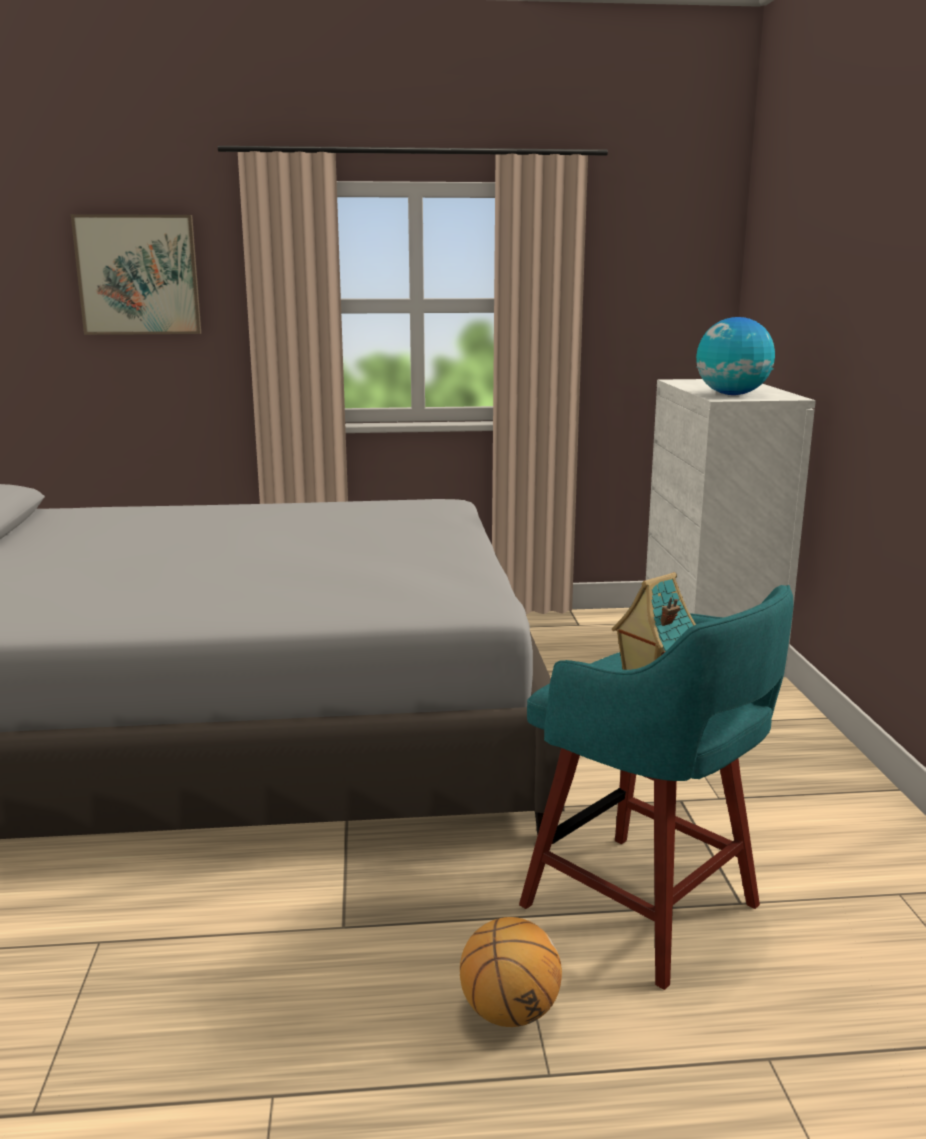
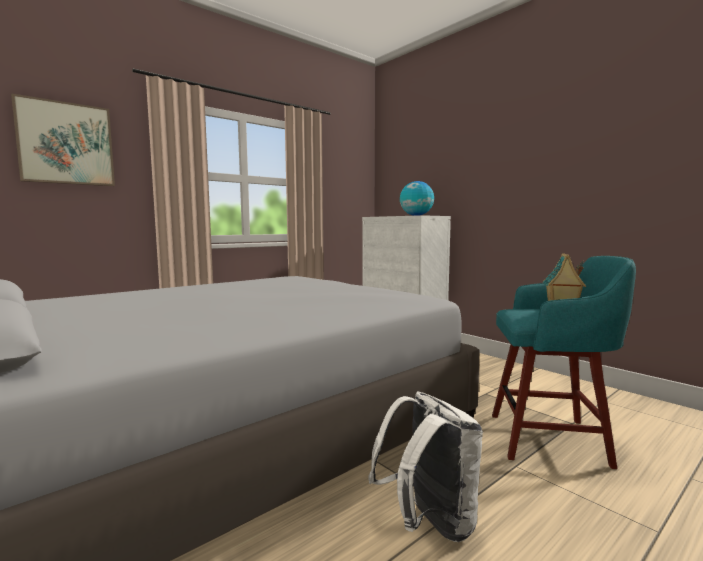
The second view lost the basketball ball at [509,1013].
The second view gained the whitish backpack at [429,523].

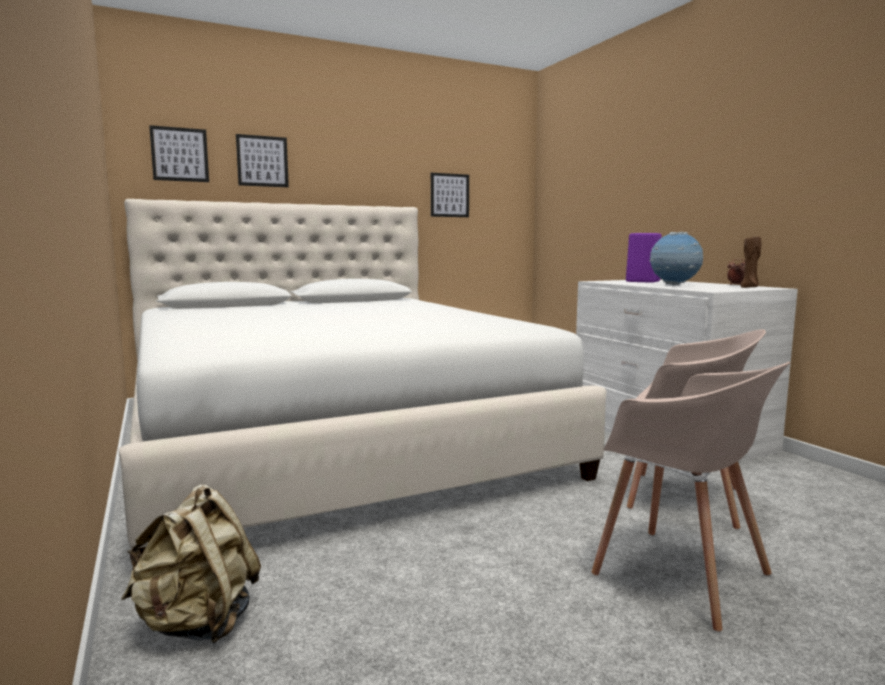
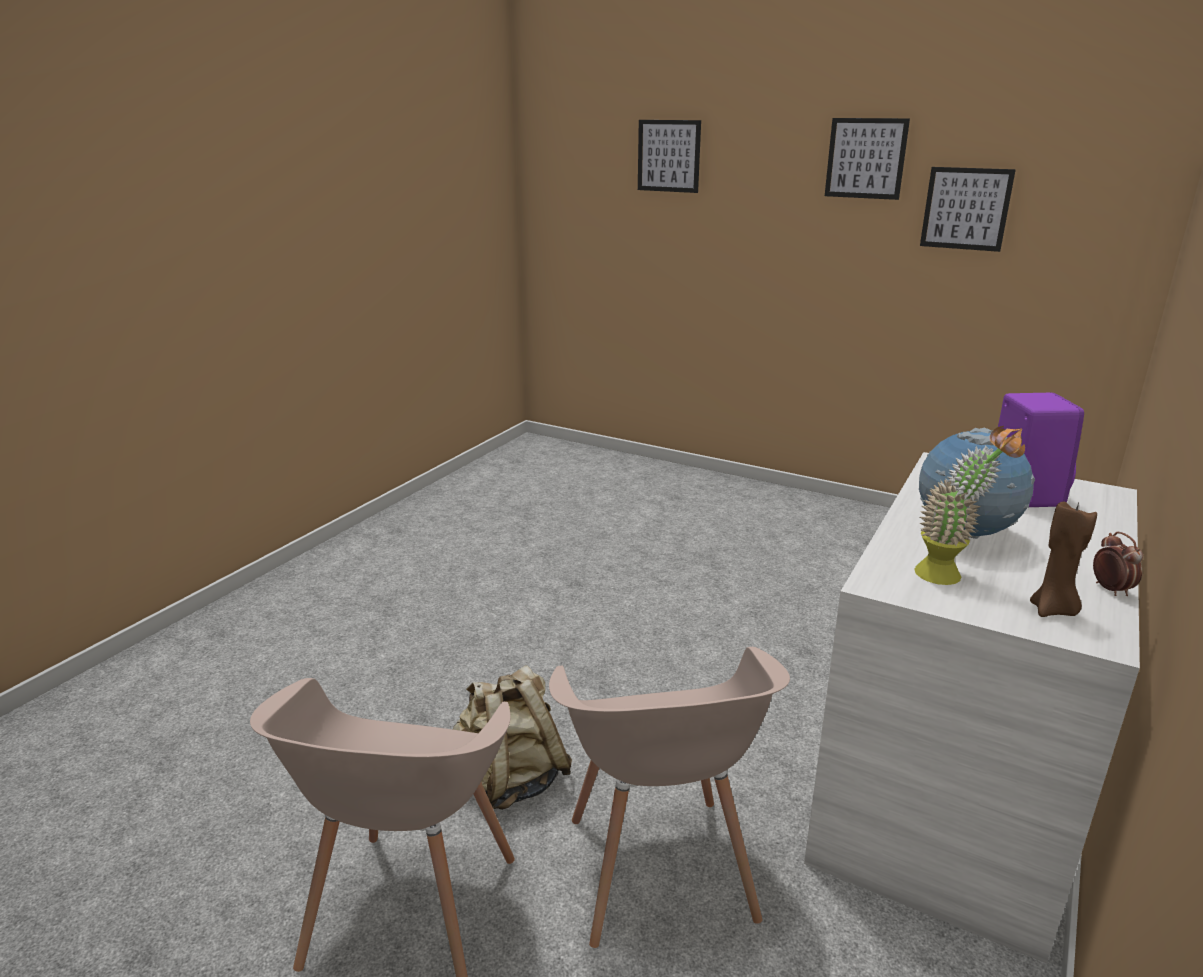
The second view lost the whitish sleeping bed at [332,438].
The beige-coloured backpack ended up elsewhere, having gone from [198,623] to [511,779].
The wall picture ended up elsewhere, having gone from [179,154] to [866,158].
The second view gained the houseplant at [950,575].

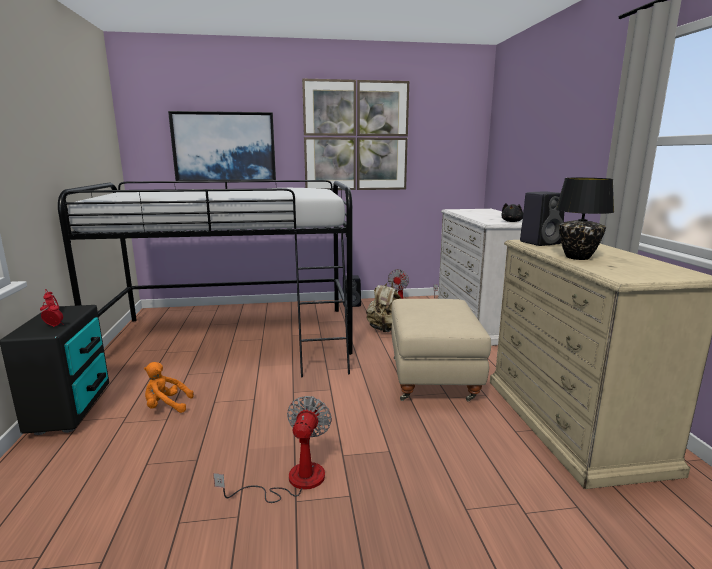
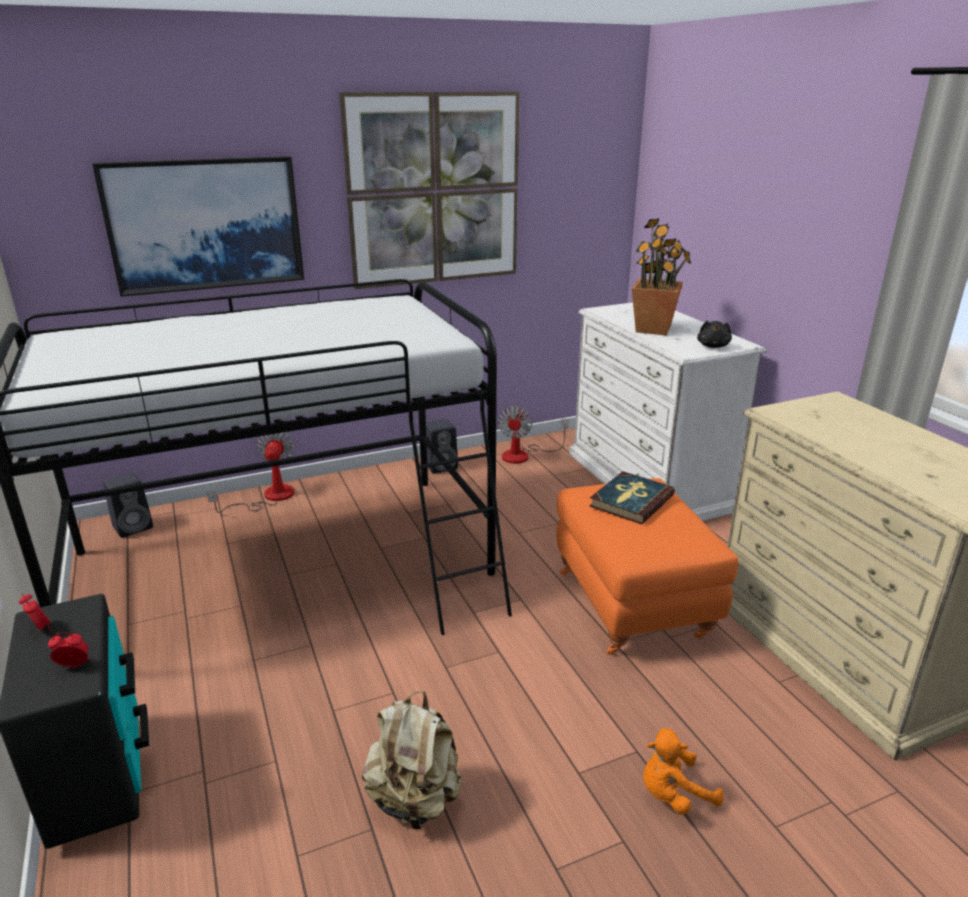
The orangey soft toy ended up elsewhere, having gone from [166,406] to [673,794].
The fan ended up elsewhere, having gone from [293,481] to [268,497].
The beige-coloured backpack ended up elsewhere, having gone from [385,330] to [415,799].
What was the beige-coloured footrest at [434,379] turned into the orangey footrest at [634,604].
The black audio speaker ended up elsewhere, having gone from [540,242] to [134,526].
The second view lost the black table lamp at [576,257].
The second view gained the volume at [631,501].
The second view gained the houseplant at [654,329].

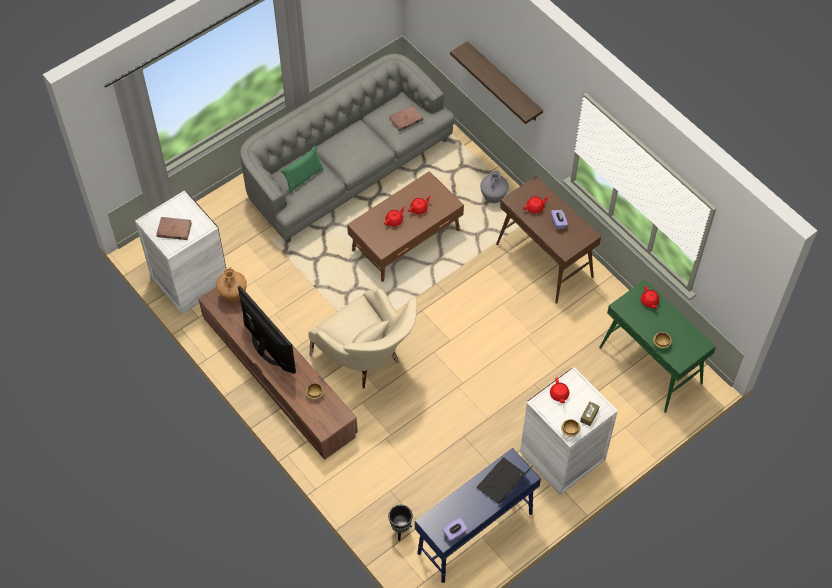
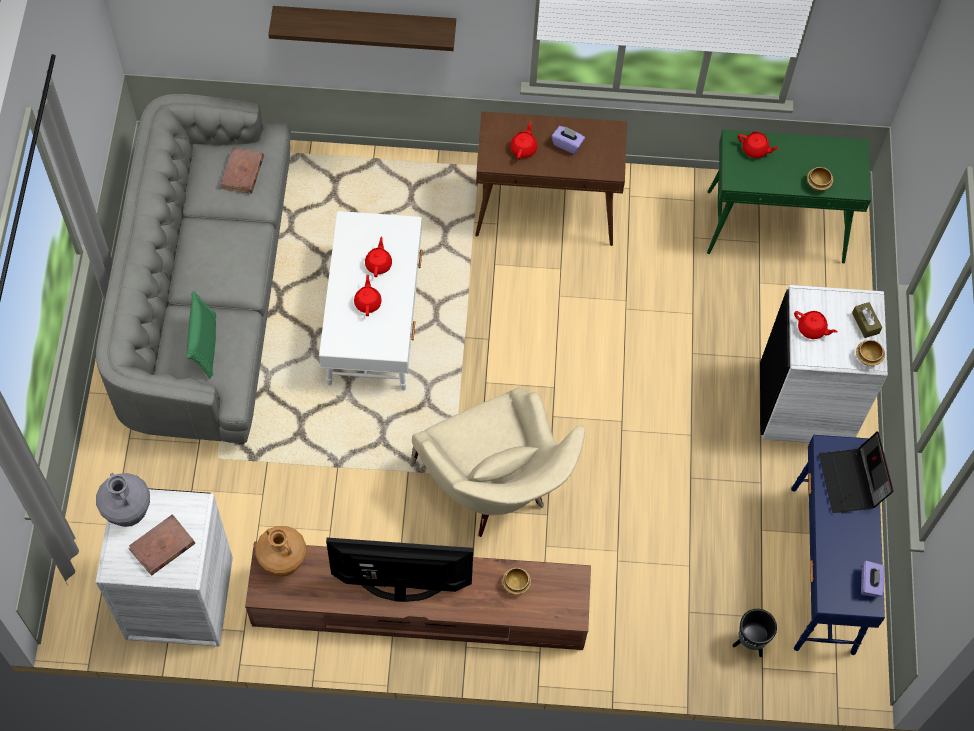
The beige-coloured easy chair at [368,361] ended up facing another way, 60 degrees clockwise from before.
What was the brown low table at [406,239] turned into the whitish low table at [373,318].
The gray vase ended up elsewhere, having gone from [493,197] to [128,512].

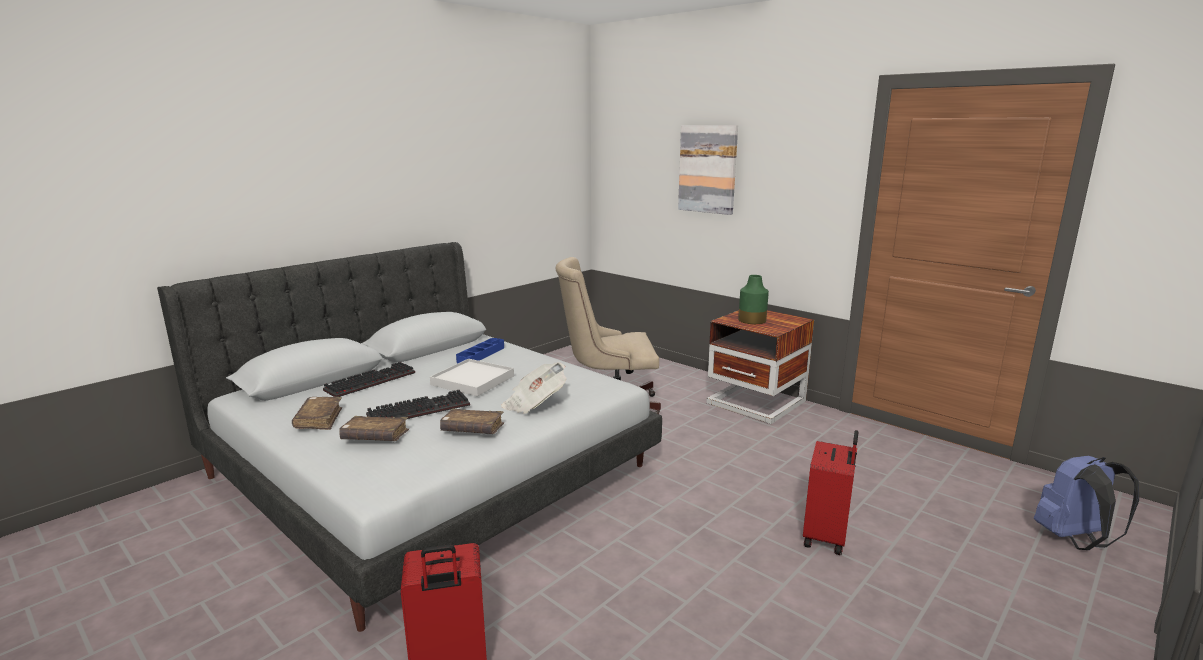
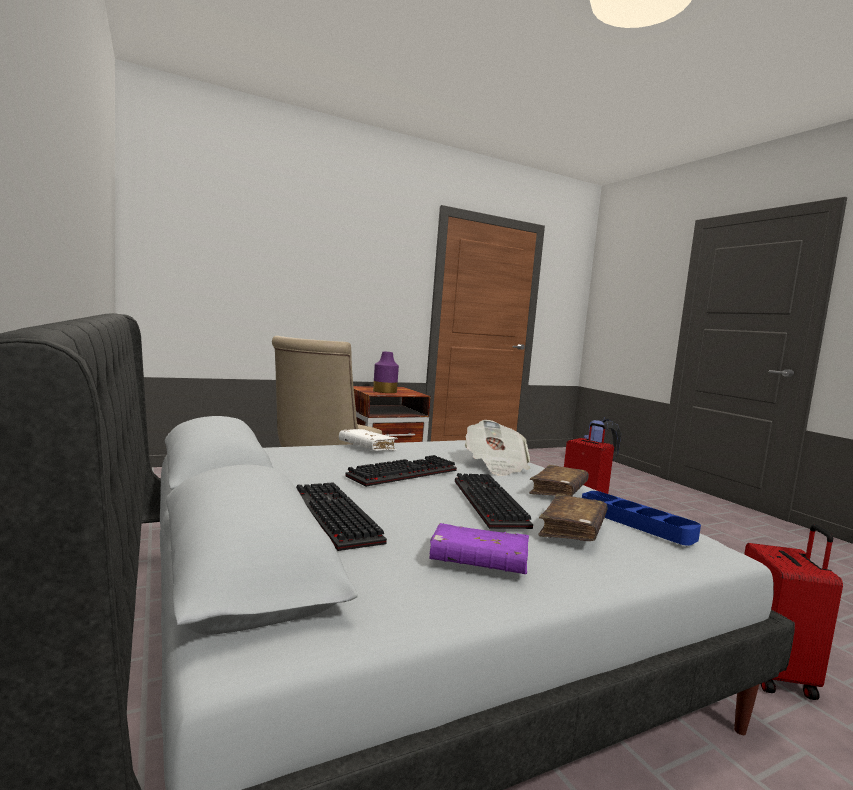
What was the brown volume at [319,420] turned into the purplish volume at [478,562].
Where the whitish tray stood at [473,380], the PC keyboard came to stand at [403,473].
The blue tray ended up elsewhere, having gone from [481,354] to [635,522].
The second view lost the wall picture at [708,169].
What was the greenish vase at [752,320] turned into the purplish vase at [385,391].
The second view gained the whitish volume at [367,447].

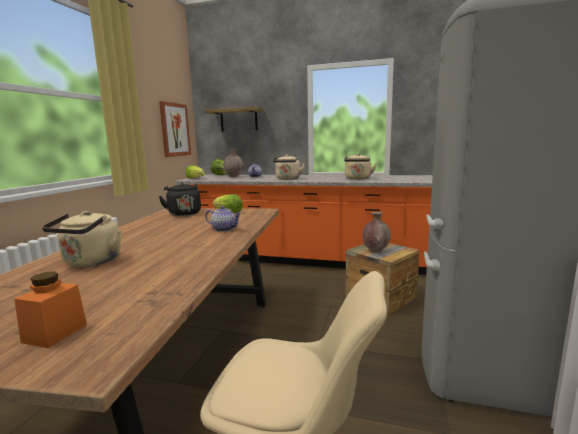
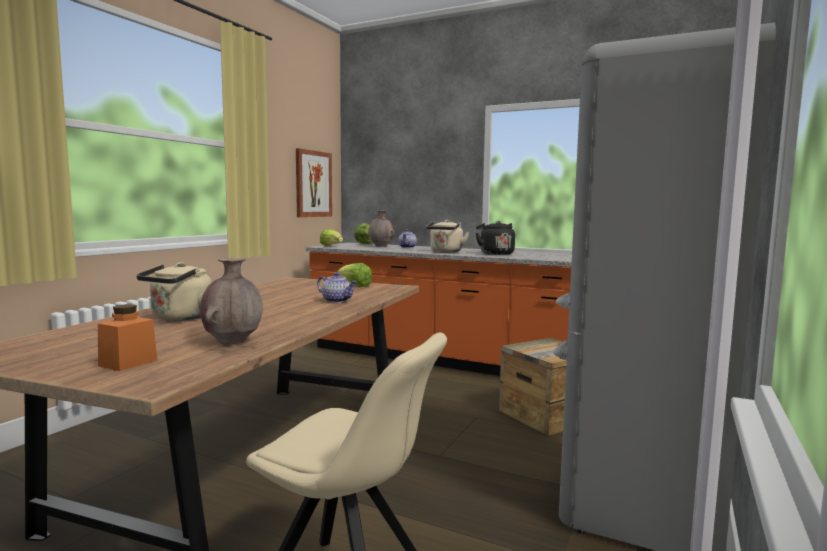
The black kettle ended up elsewhere, having gone from [183,213] to [495,254].
The second view lost the bracket shelf at [239,120].
The second view lost the beige-coloured kettle at [358,179].
The brown vase ended up elsewhere, having gone from [375,251] to [233,342].

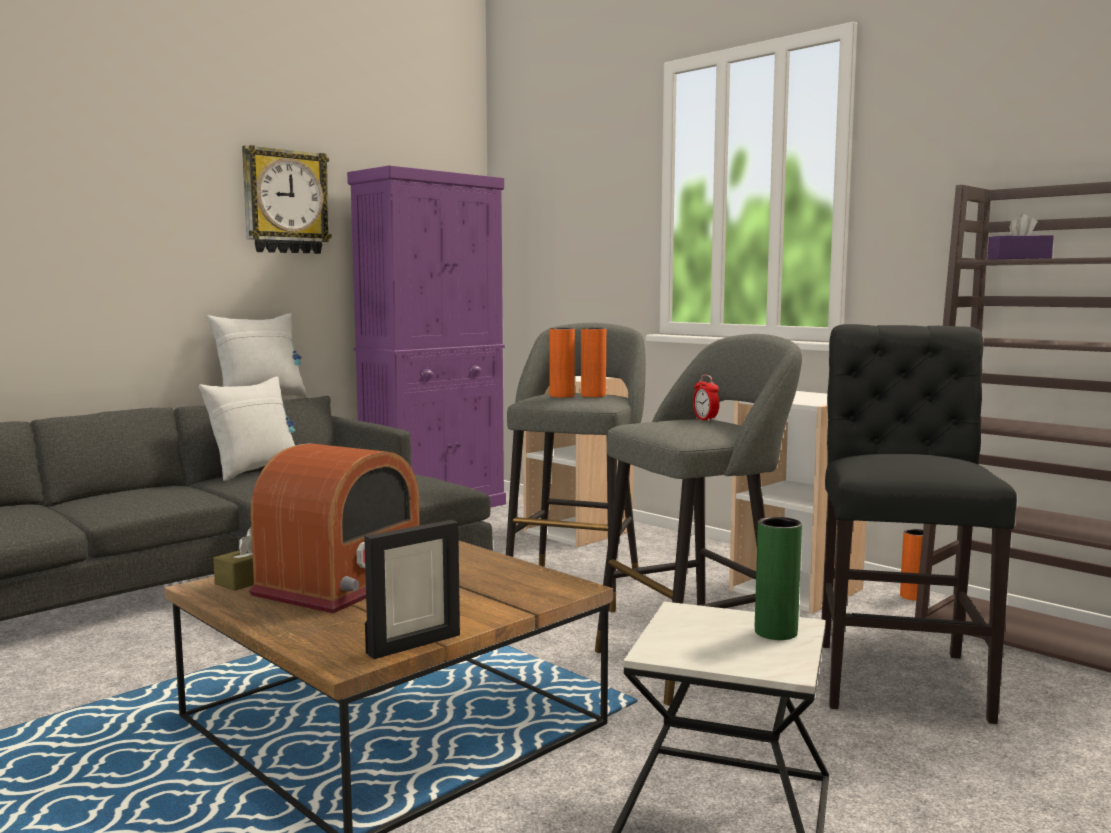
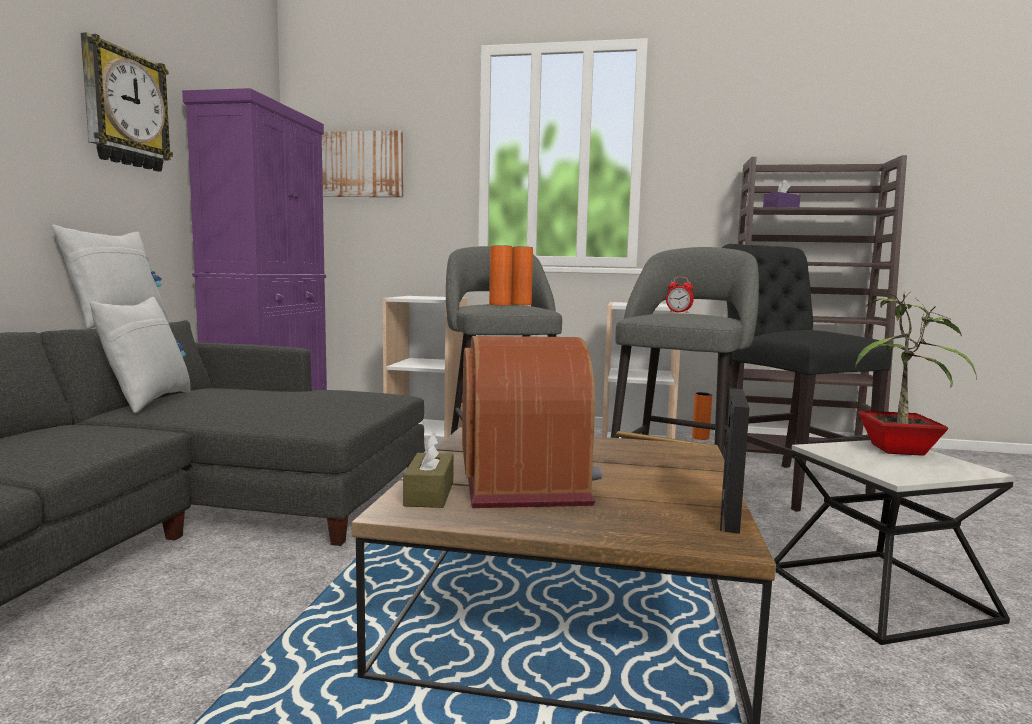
Where the greenish vase stood at [775,632], the houseplant came to stand at [901,450].
The second view gained the wall picture at [358,164].

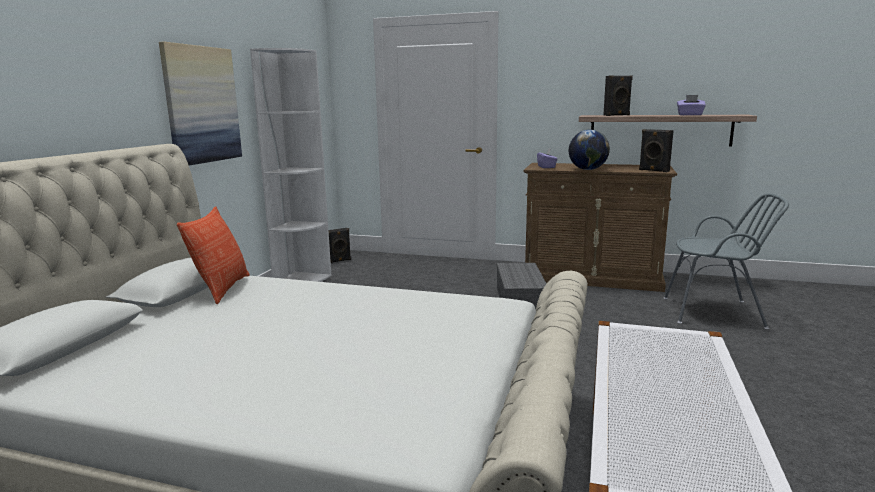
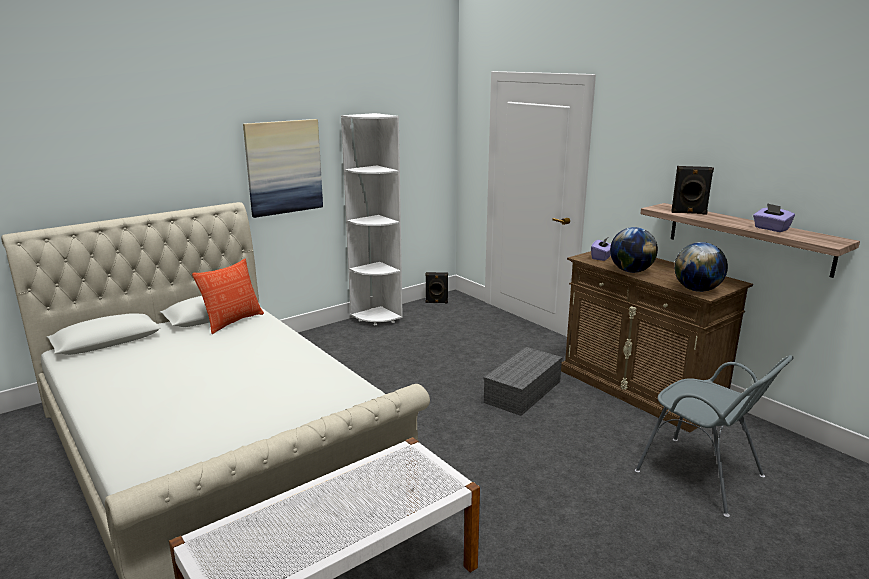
Where the black audio speaker stood at [653,170], the world globe came to stand at [697,290].

